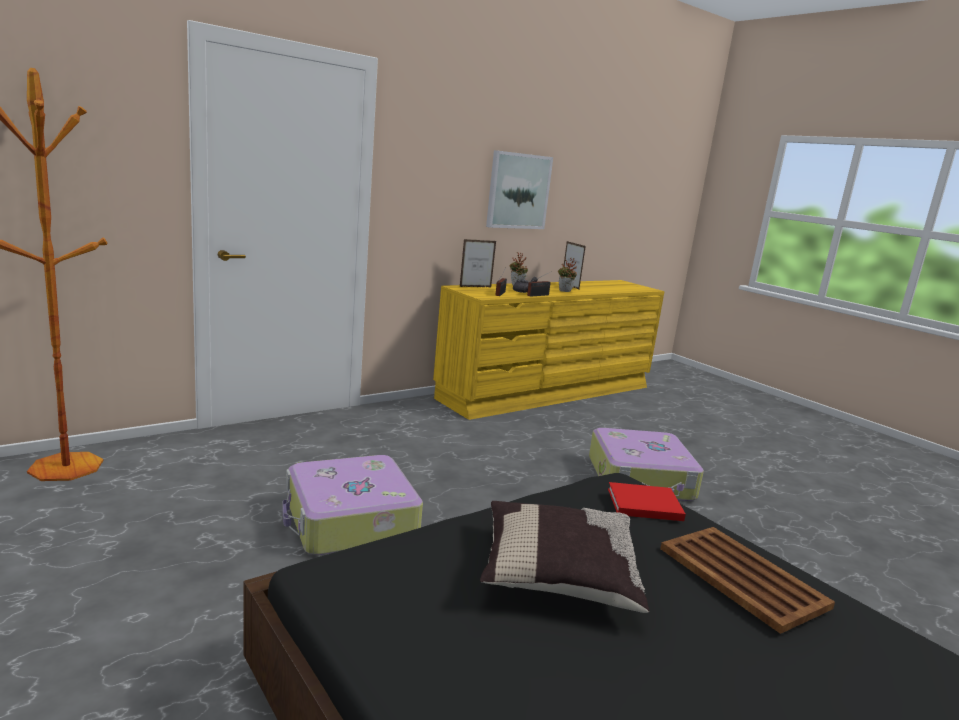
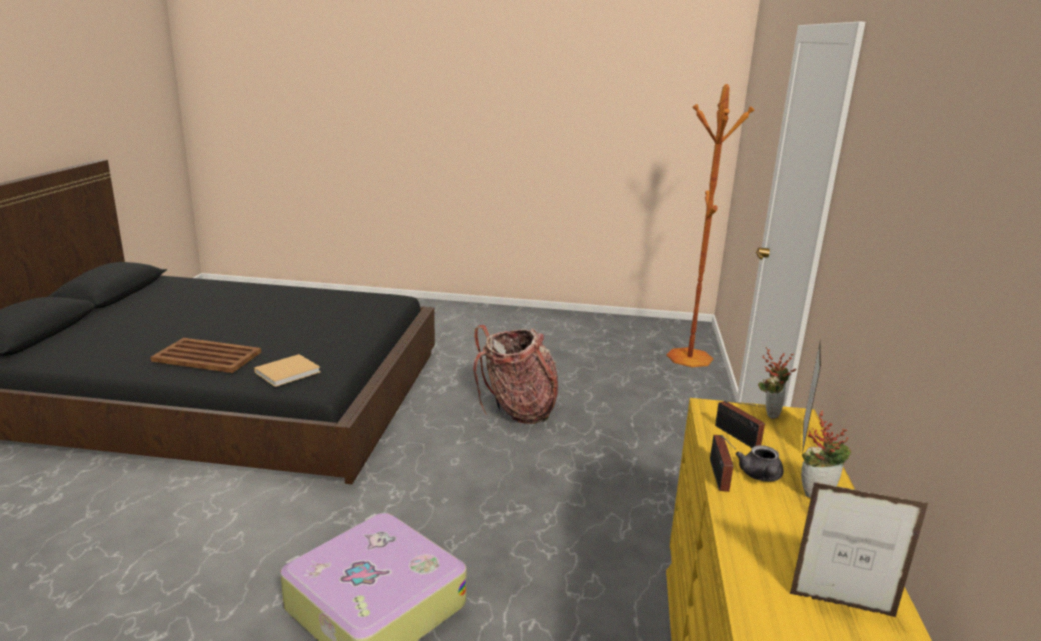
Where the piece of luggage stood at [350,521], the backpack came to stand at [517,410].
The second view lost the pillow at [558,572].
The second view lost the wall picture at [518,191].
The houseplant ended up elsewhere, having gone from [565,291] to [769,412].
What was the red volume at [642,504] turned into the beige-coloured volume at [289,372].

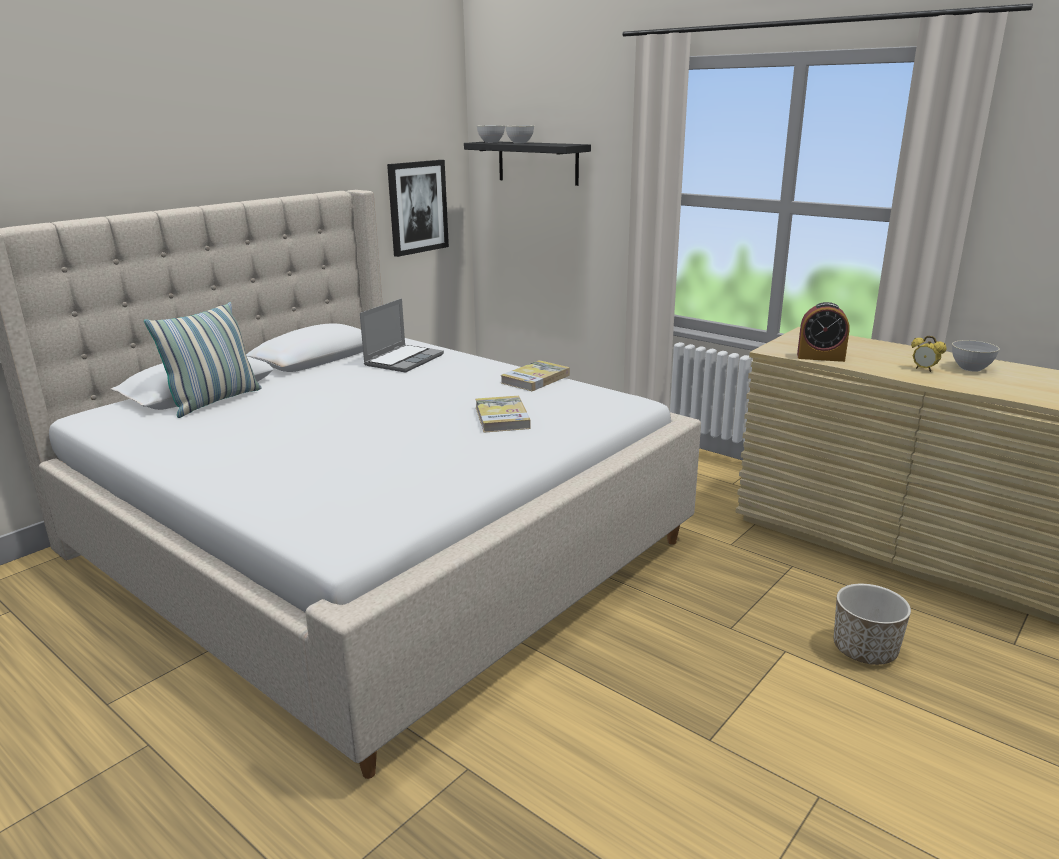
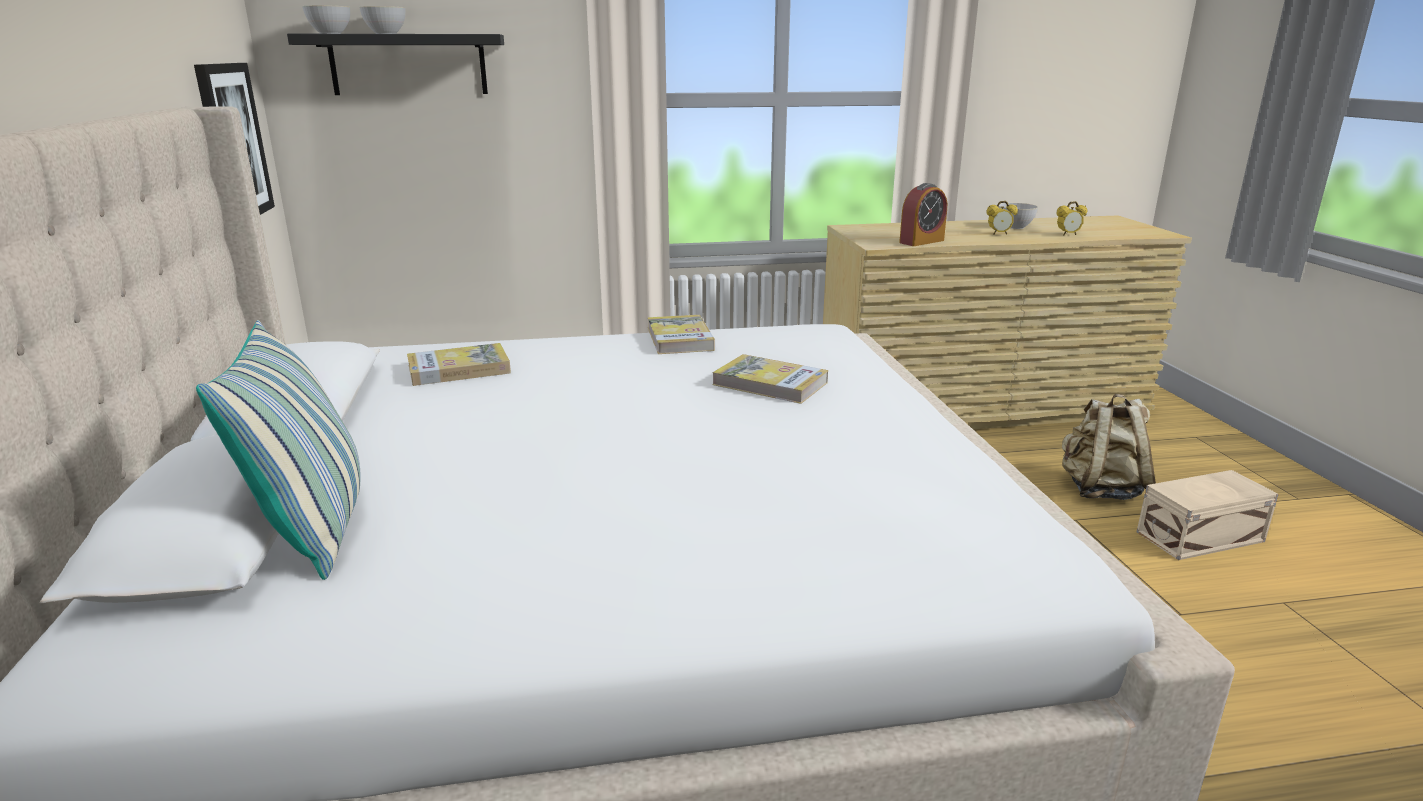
Where the laptop stood at [404,360], the volume came to stand at [459,369].
Where the plant pot stood at [864,650], the beige-coloured backpack came to stand at [1101,490].
The second view gained the alarm clock at [1068,234].
The second view gained the beige-coloured storage container at [1202,537].

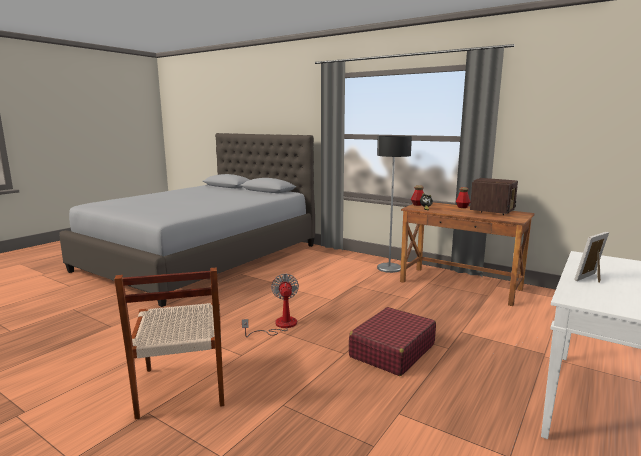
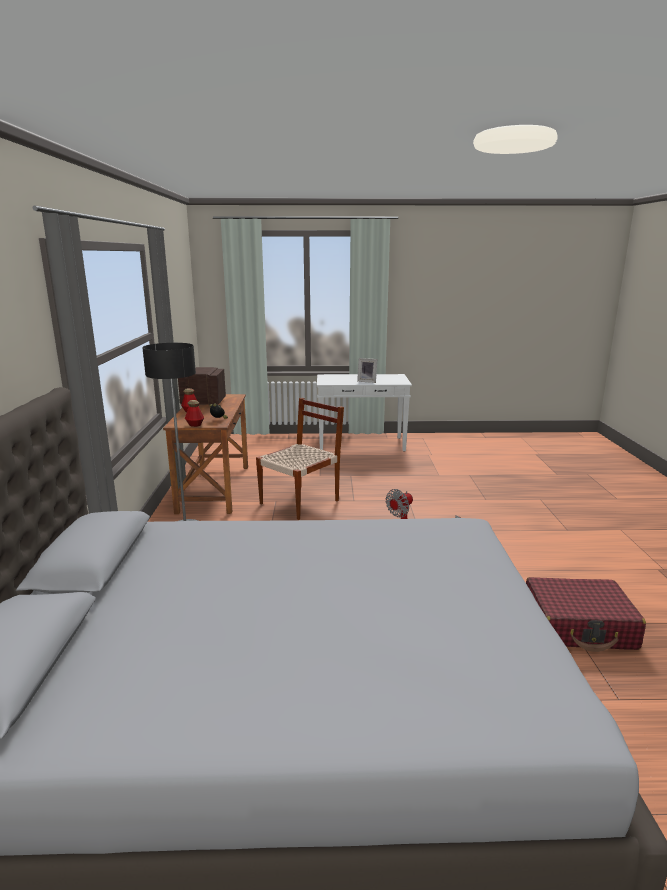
The upright chair ended up elsewhere, having gone from [182,389] to [301,502].
The red piece of luggage ended up elsewhere, having gone from [392,351] to [579,626].

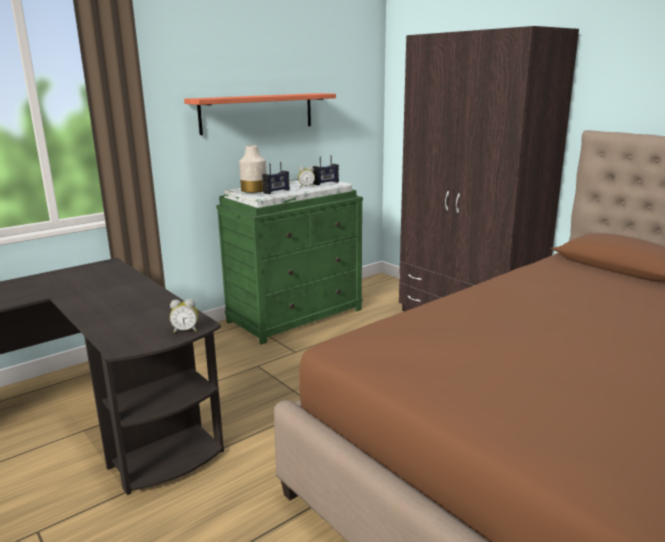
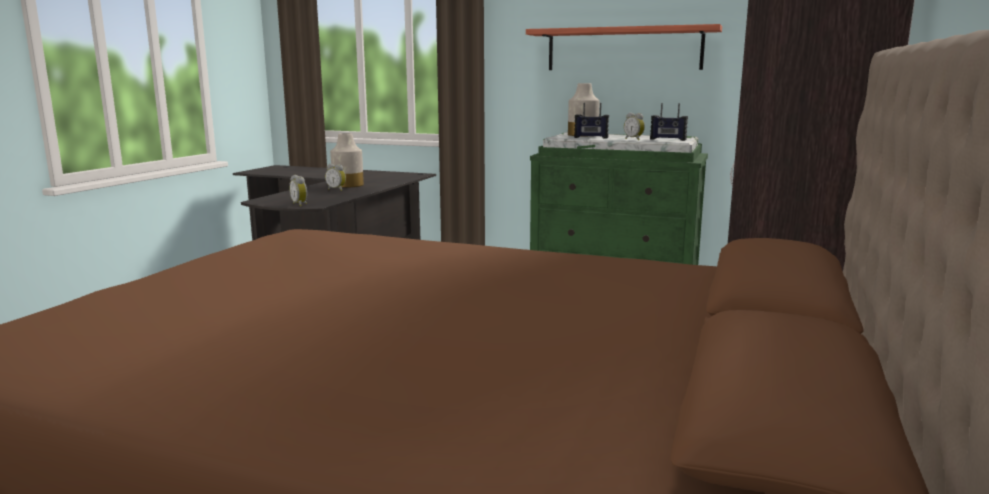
The second view gained the alarm clock at [337,189].
The second view gained the beige-coloured vase at [348,185].

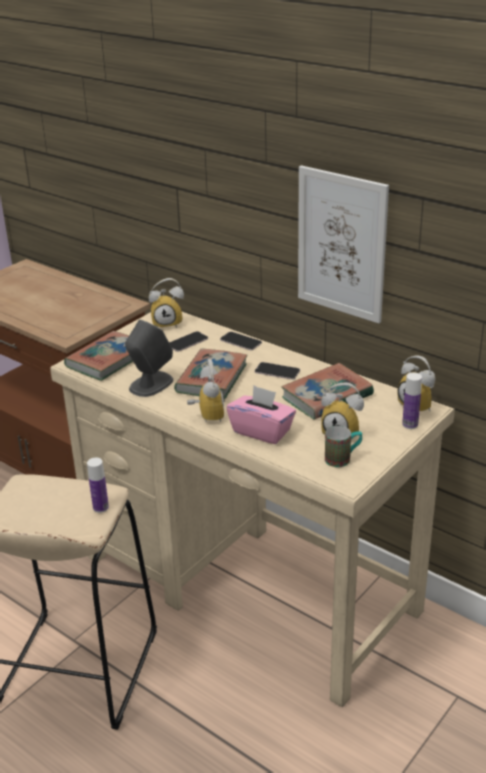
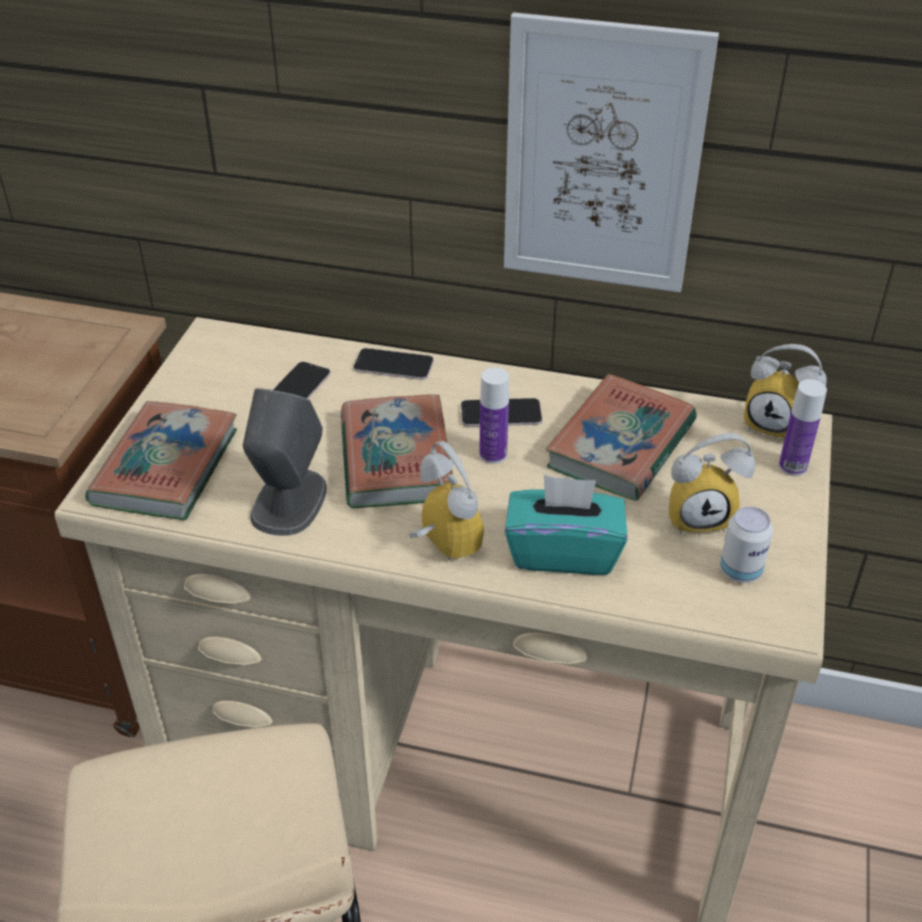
The beverage bottle ended up elsewhere, having gone from [100,507] to [493,454].
The second view lost the alarm clock at [168,323].
What was the pink-coloured box of tissues at [262,431] turned into the turquoise box of tissues at [563,552].
Where the coffee mug stood at [343,459], the sealed can came to stand at [740,571].

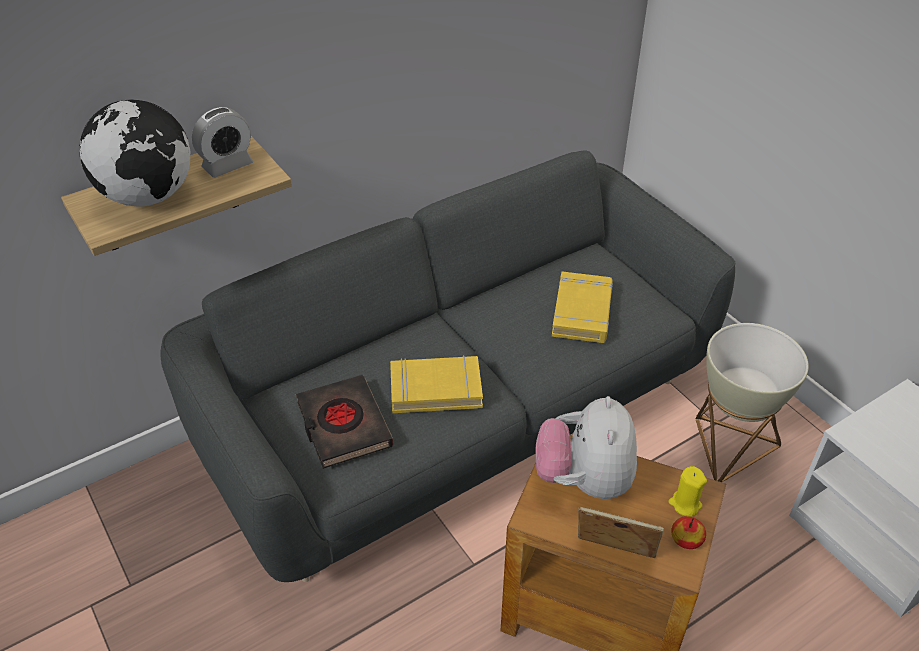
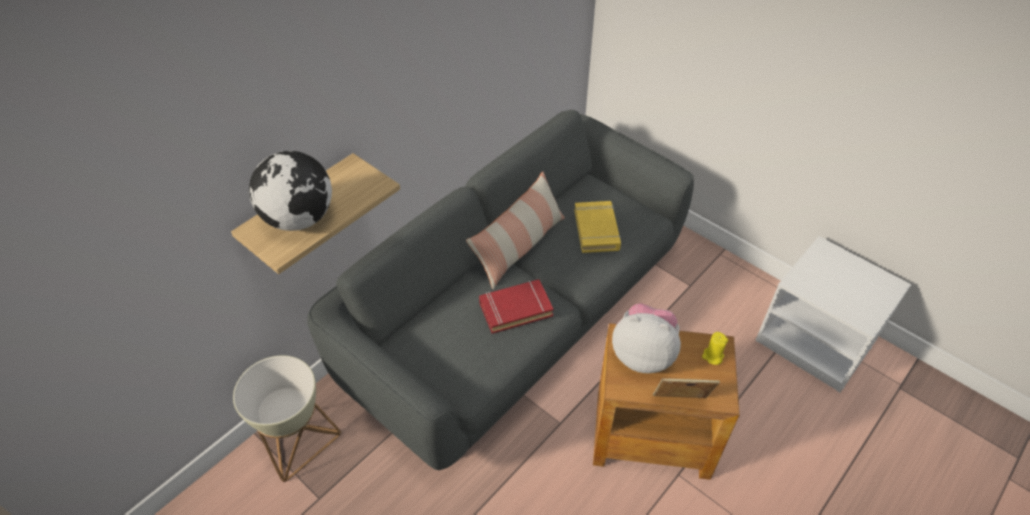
The second view lost the alarm clock at [227,165].
The second view lost the black volume at [343,426].
What was the yellow-coloured volume at [435,389] turned into the red volume at [515,309].
The soft toy at [584,480] ended up facing another way, 120 degrees clockwise from before.
The second view lost the whole apple at [686,539].
The plant pot ended up elsewhere, having gone from [729,446] to [300,443].
The second view gained the pillow at [519,246].

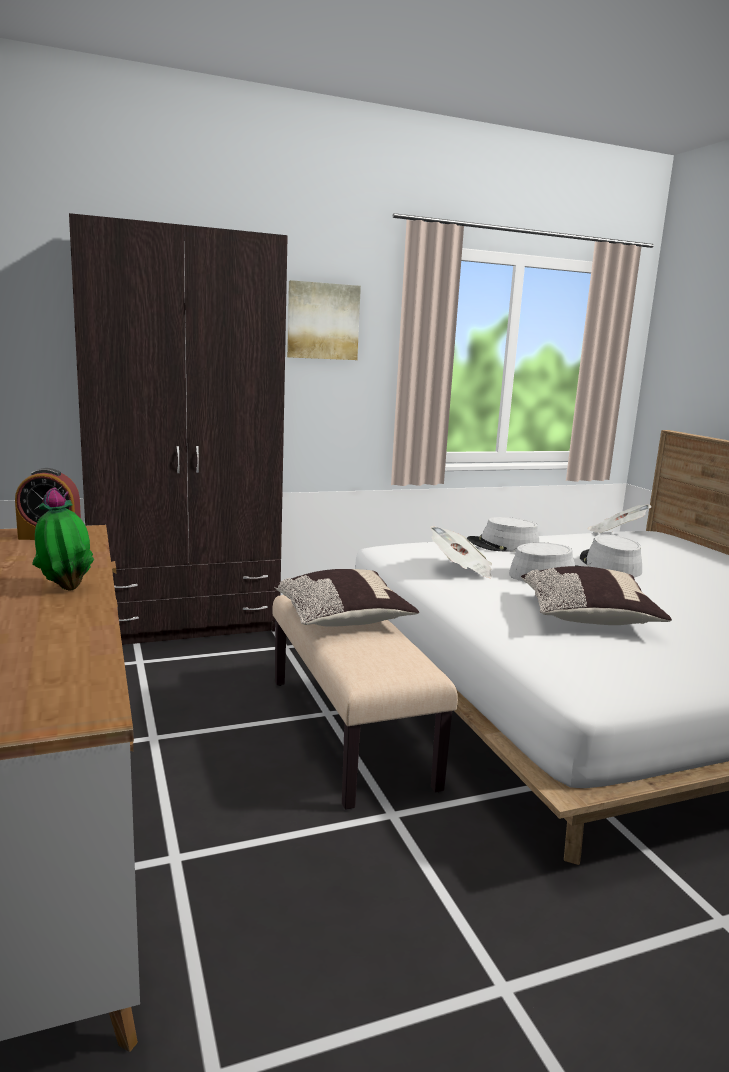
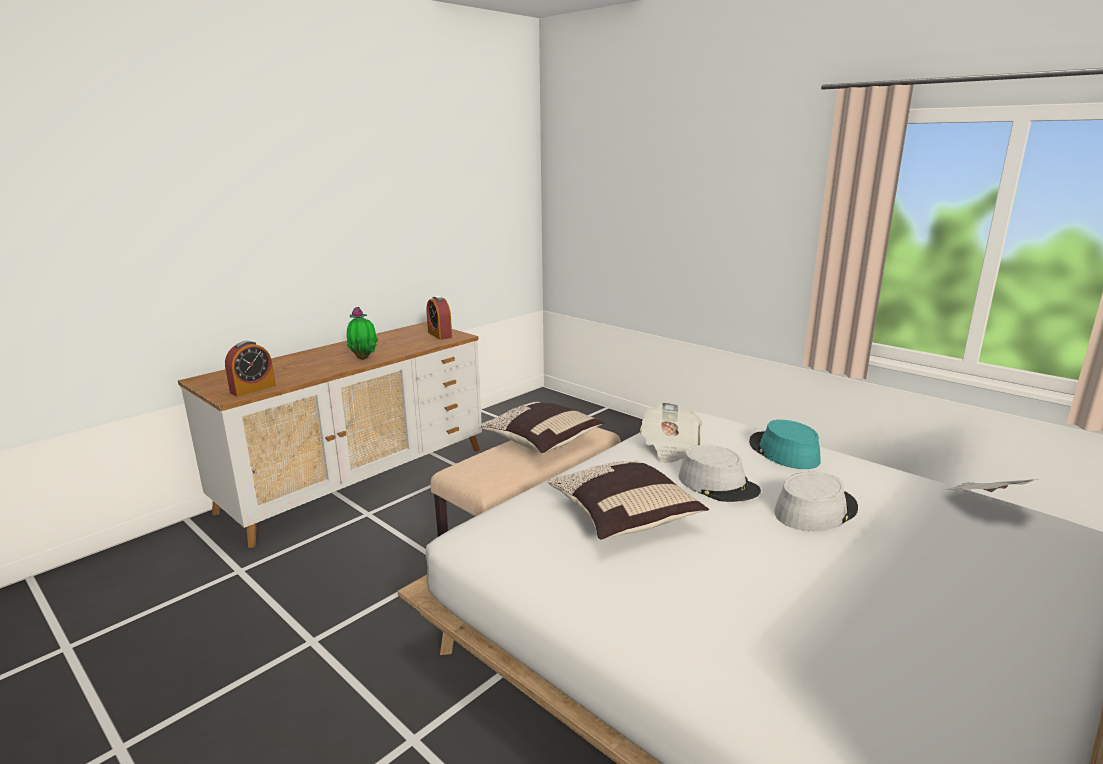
The second view lost the brown armoire at [184,623].
The second view lost the wall picture at [322,321].
What was the gray clothing hat at [503,545] turned into the turquoise clothing hat at [783,452].
The second view gained the alarm clock at [253,389].

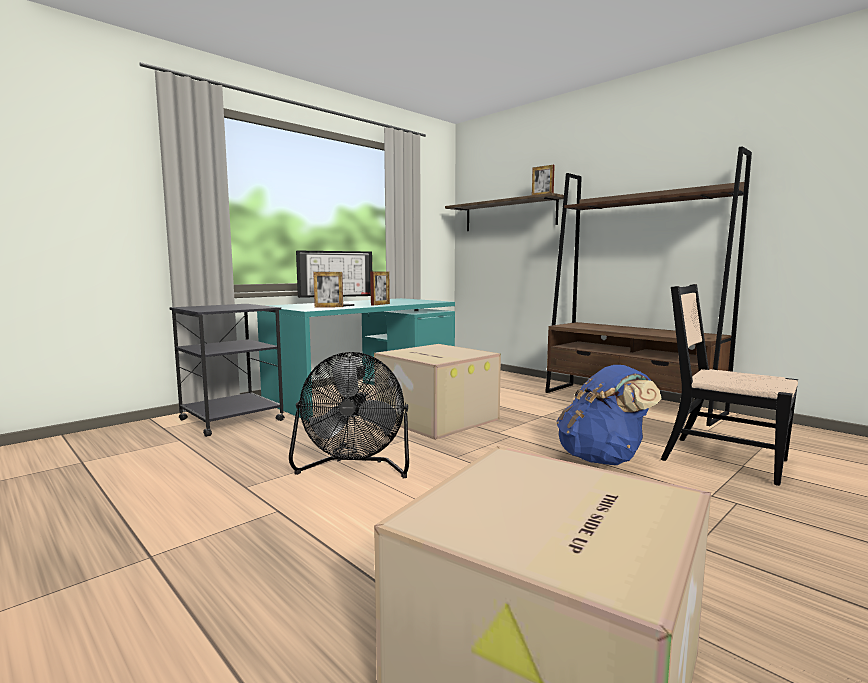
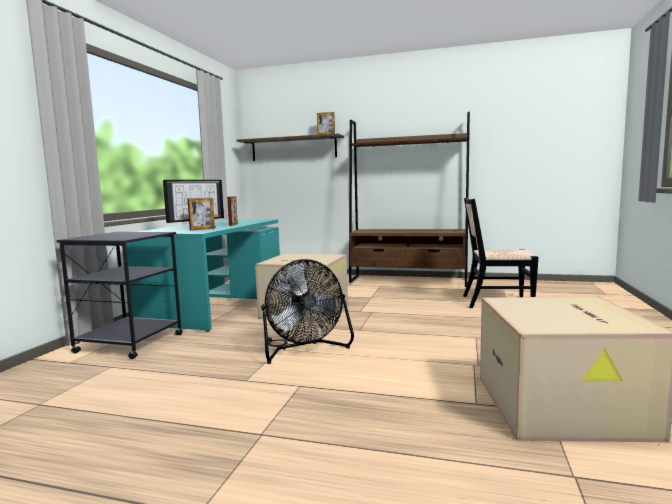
The second view lost the blue backpack at [603,459].

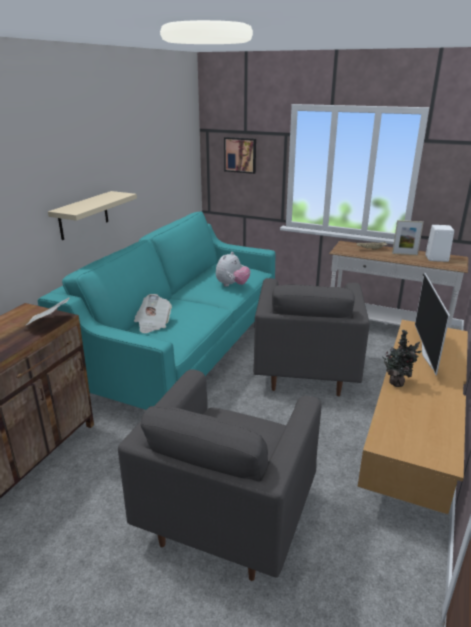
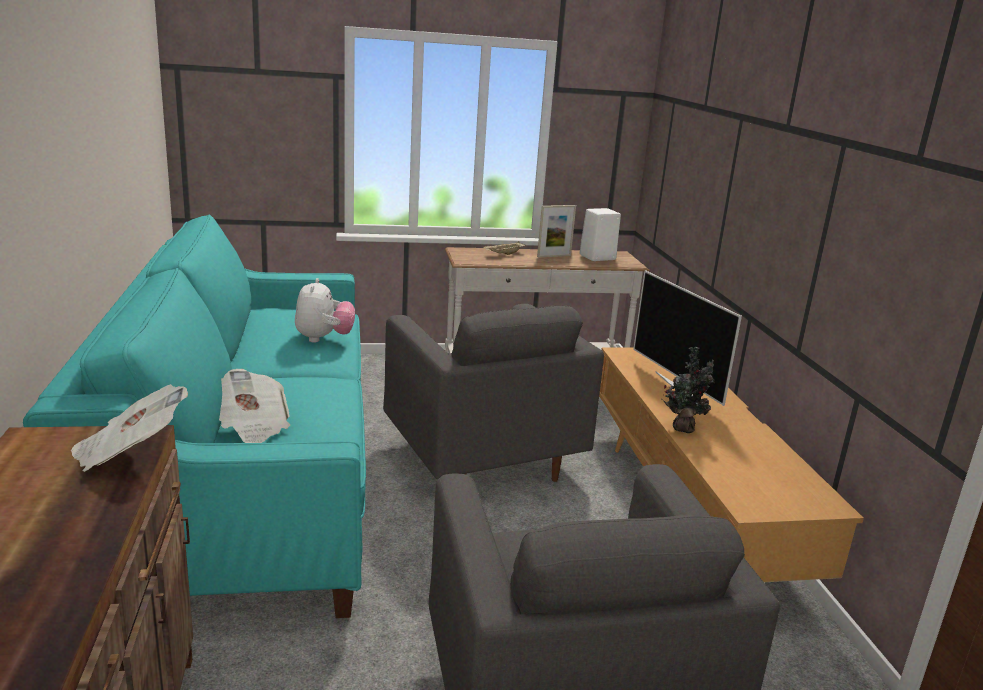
The second view lost the beige-coloured bracket shelf at [83,215].
The second view lost the wall picture at [240,155].

